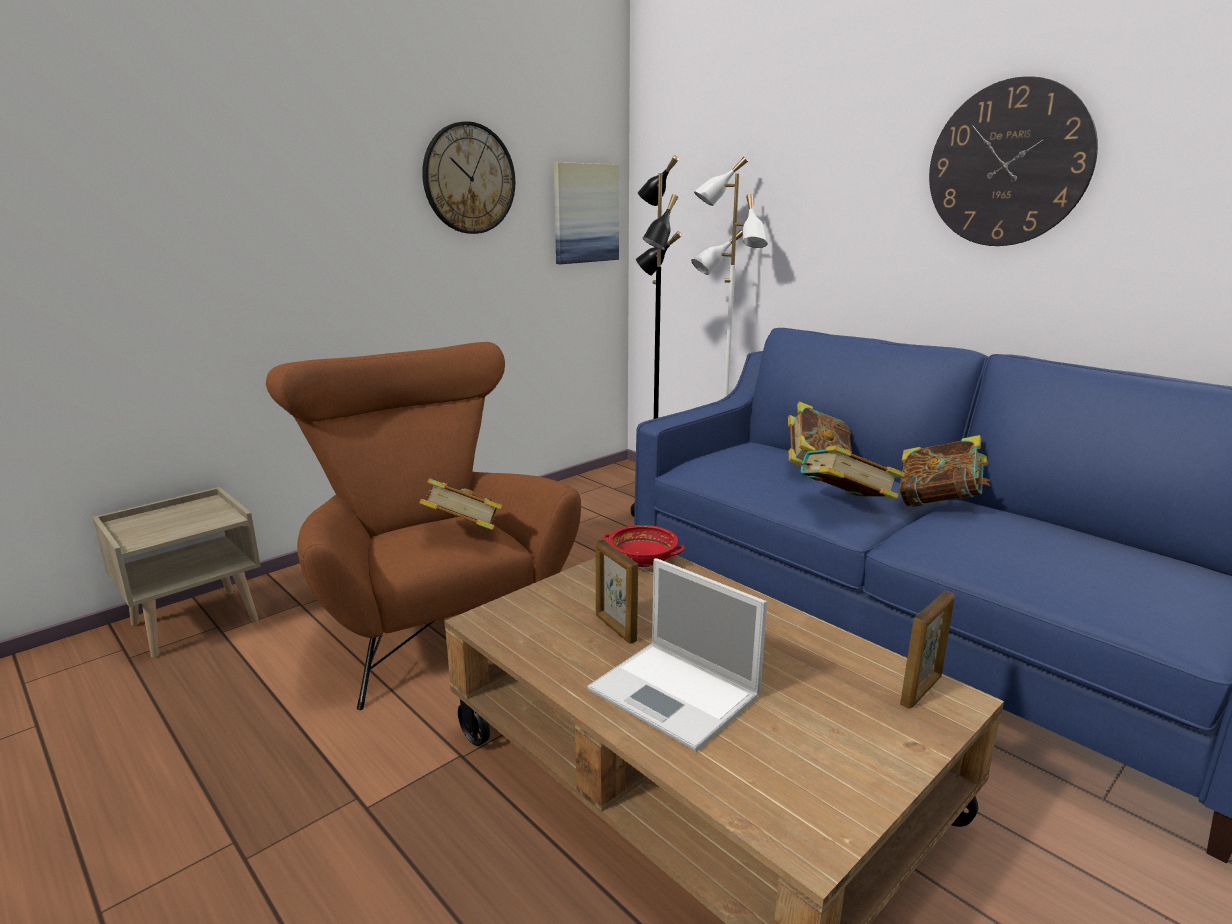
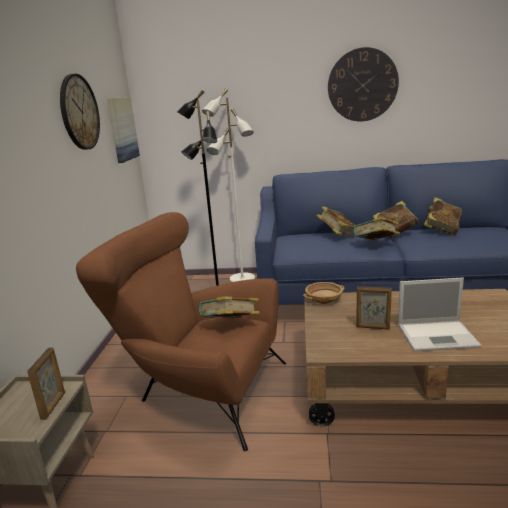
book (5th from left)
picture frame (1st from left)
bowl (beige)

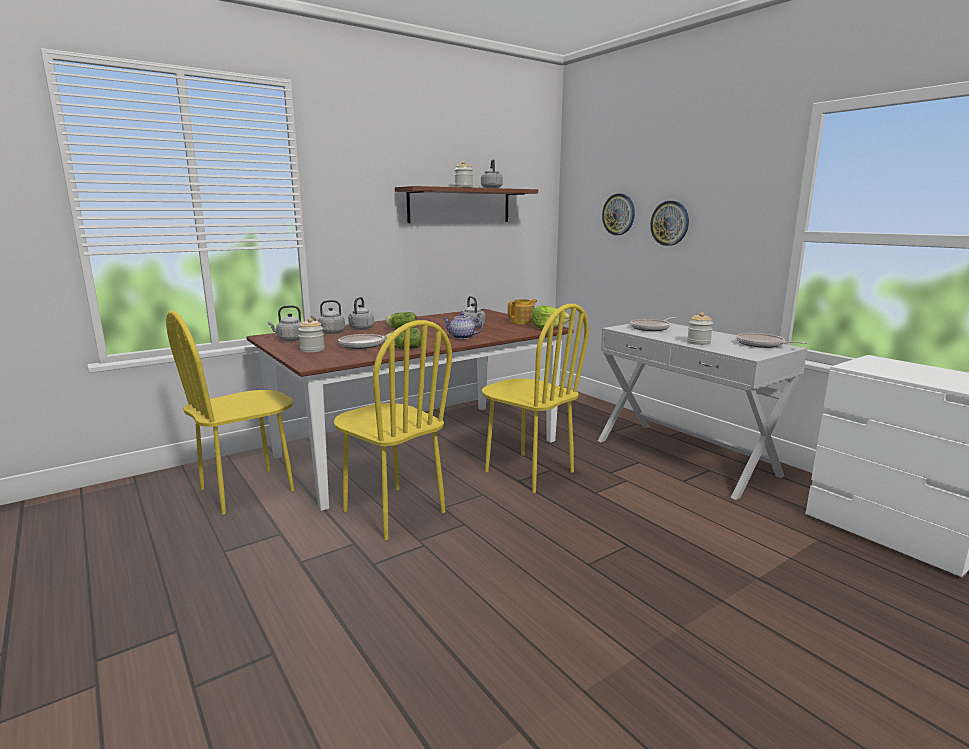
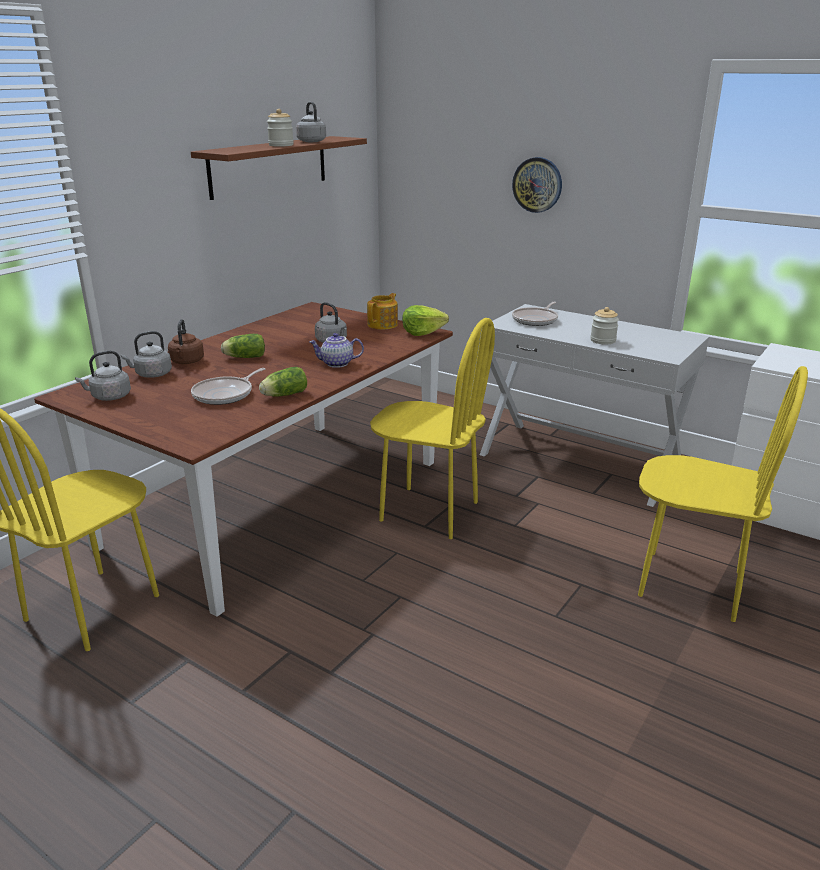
jar (1st from left in the first image)
wall clock (1st from left in the first image)
frying pan (3rd from left in the first image)
chair (yellow) (3rd from left)
kettle (brown)

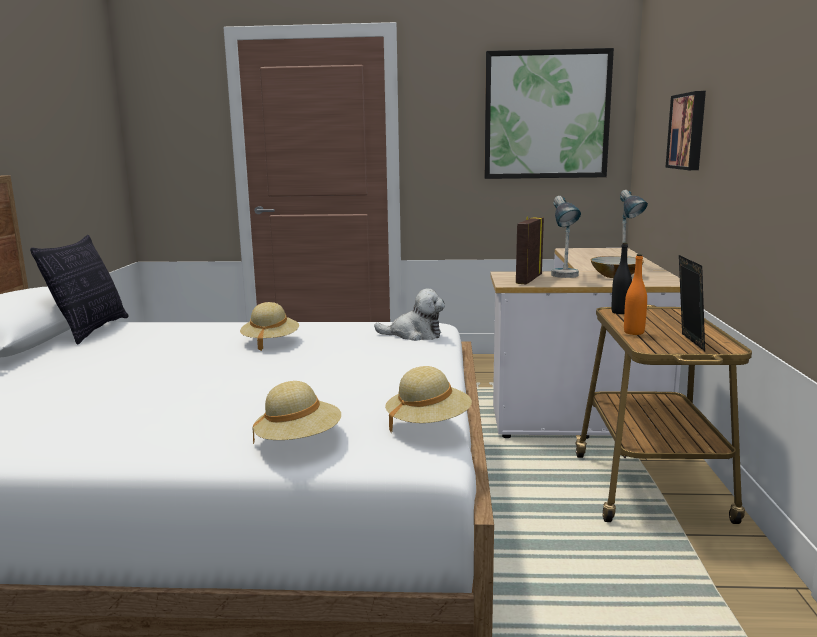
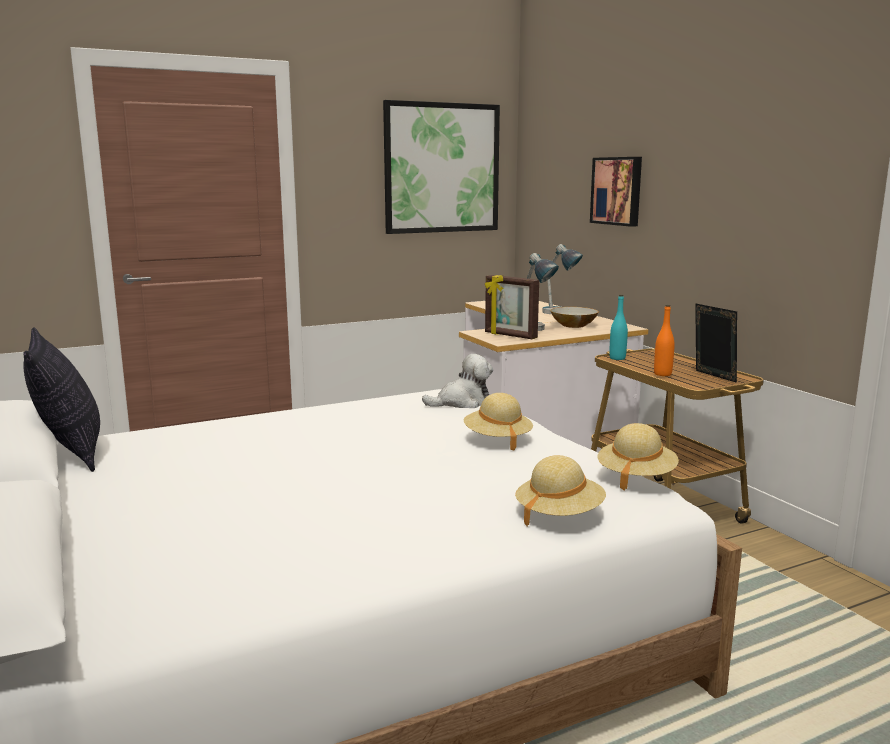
hat (beige) (1st from left)
bottle (turquoise)
picture frame (1st from left)

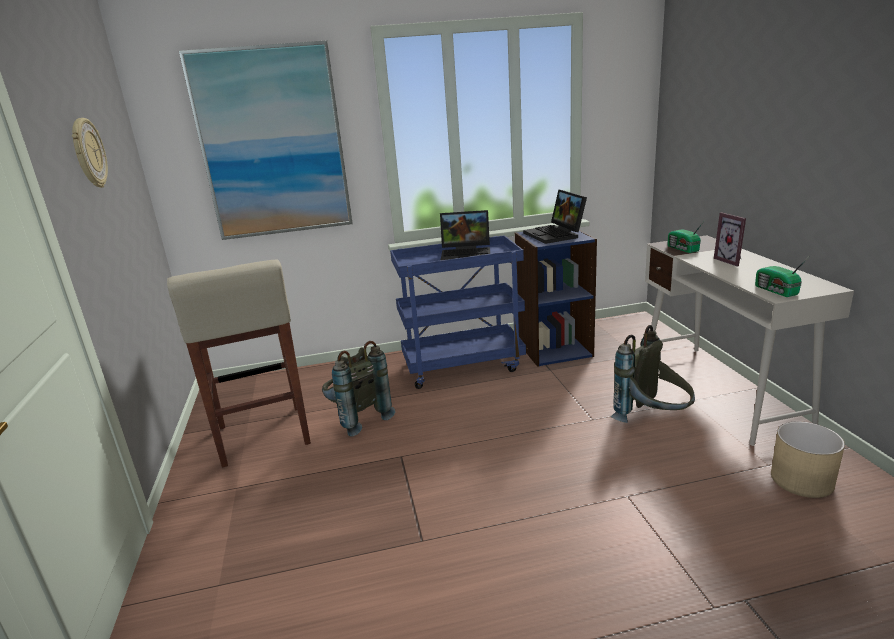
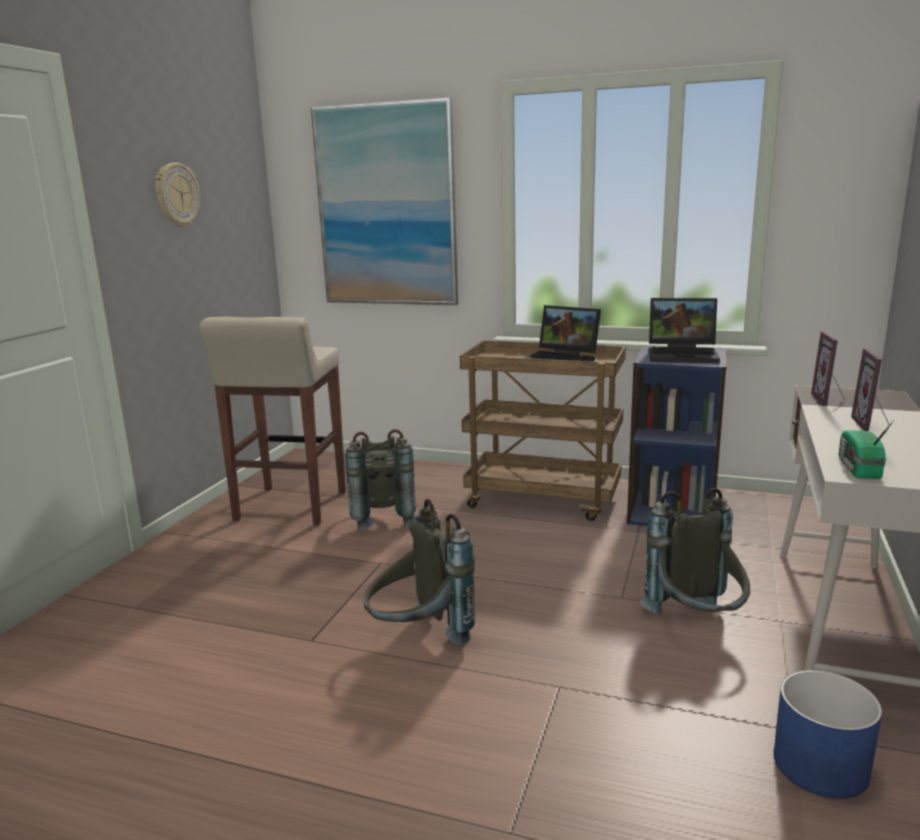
backpack (grey) (2nd from left)
picture frame (1st from left)
cart (brown)
planter (blue)
laptop (2nd from left)

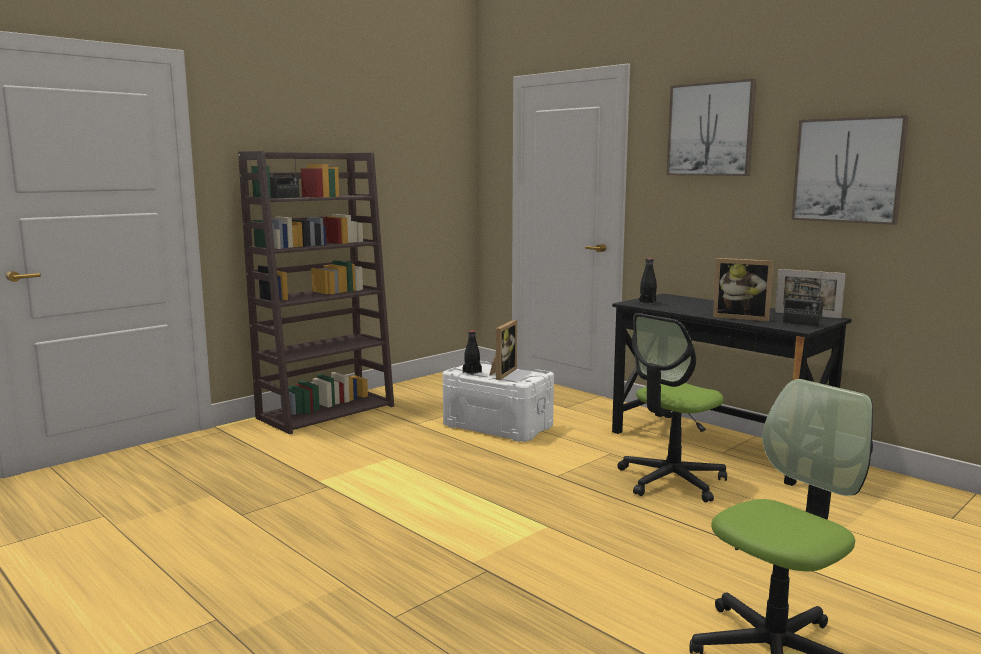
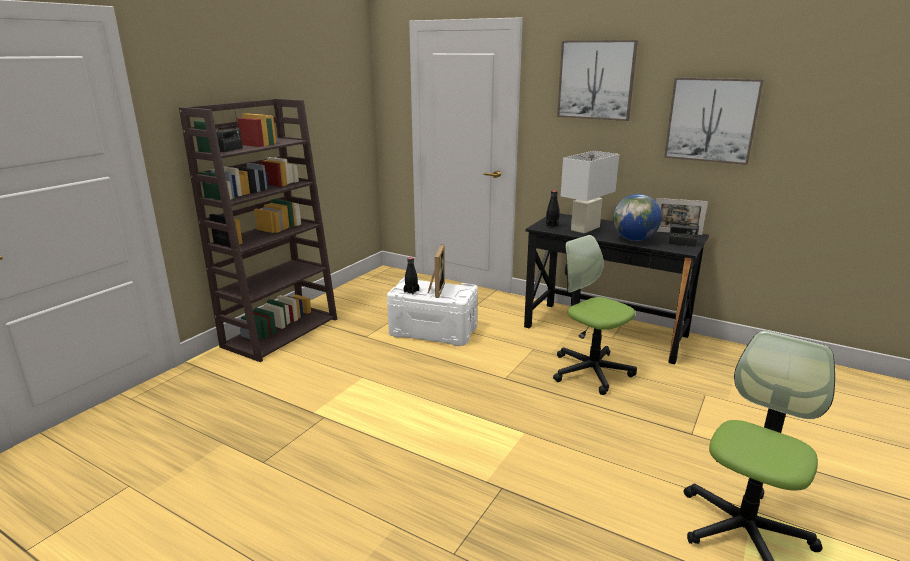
table lamp (white)
globe
office chair (1st from left)

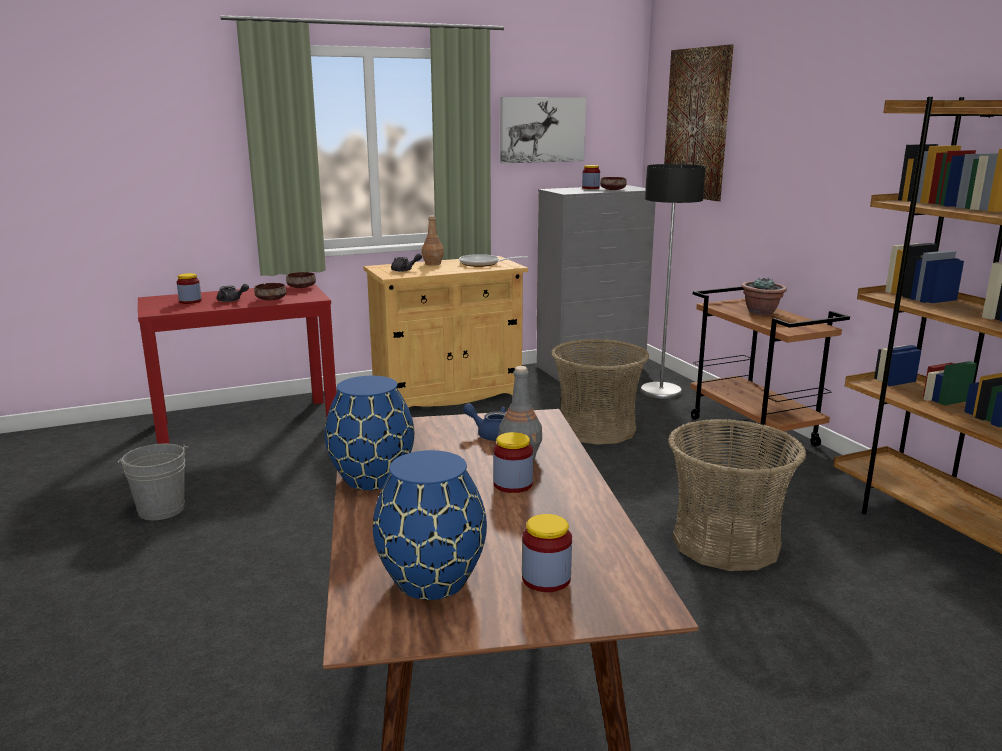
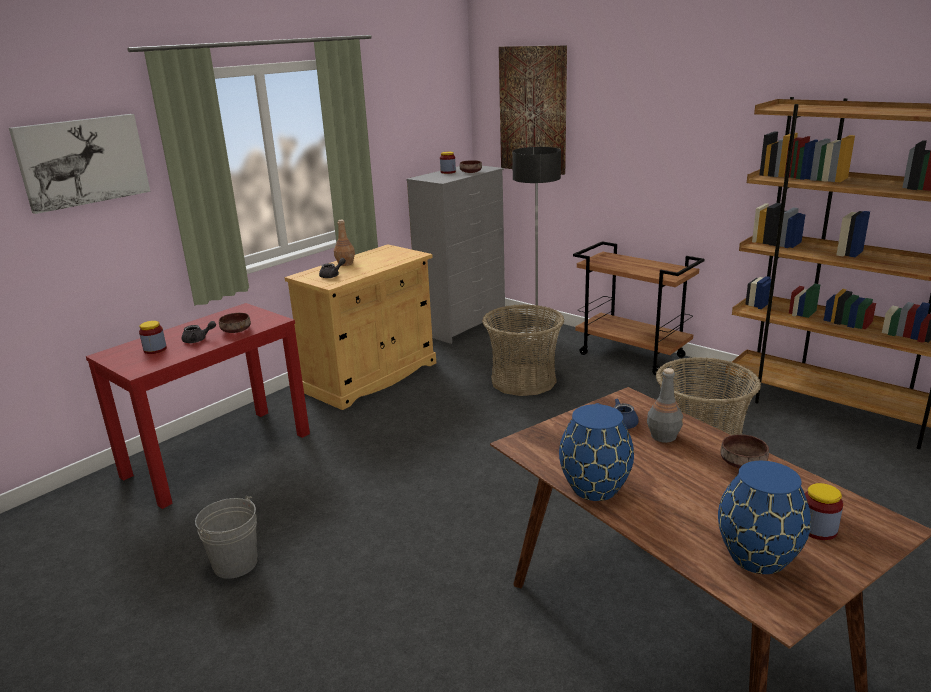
frying pan
jar (2nd from left in the first image)
potted plant
bowl (brown) (3rd from left)
picture (1st from left)

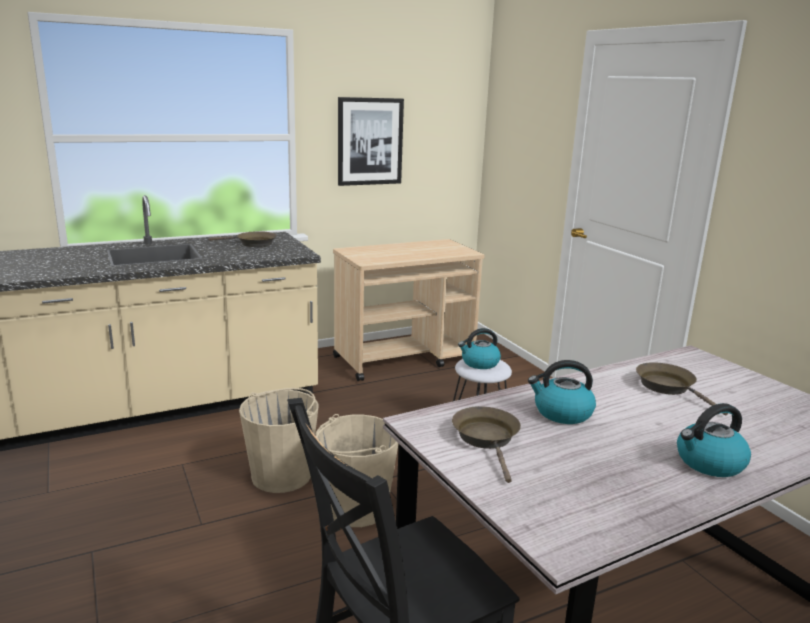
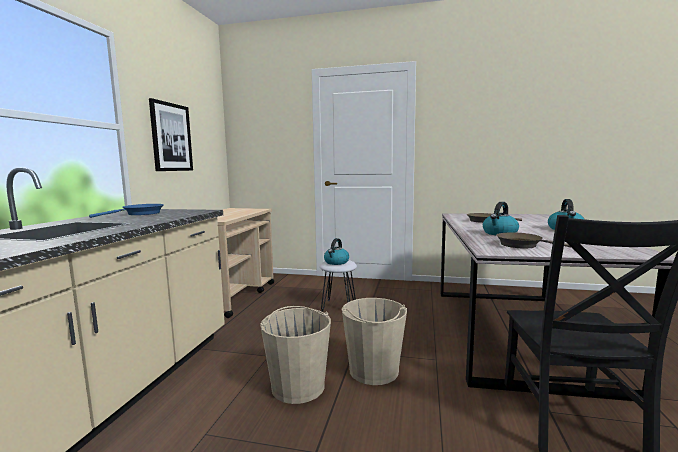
frying pan (blue)

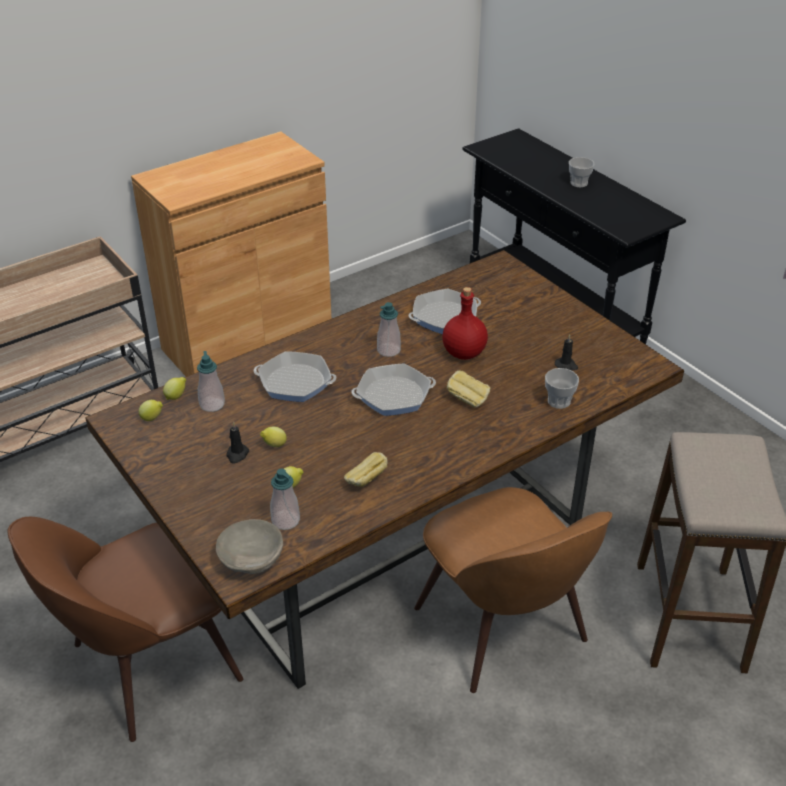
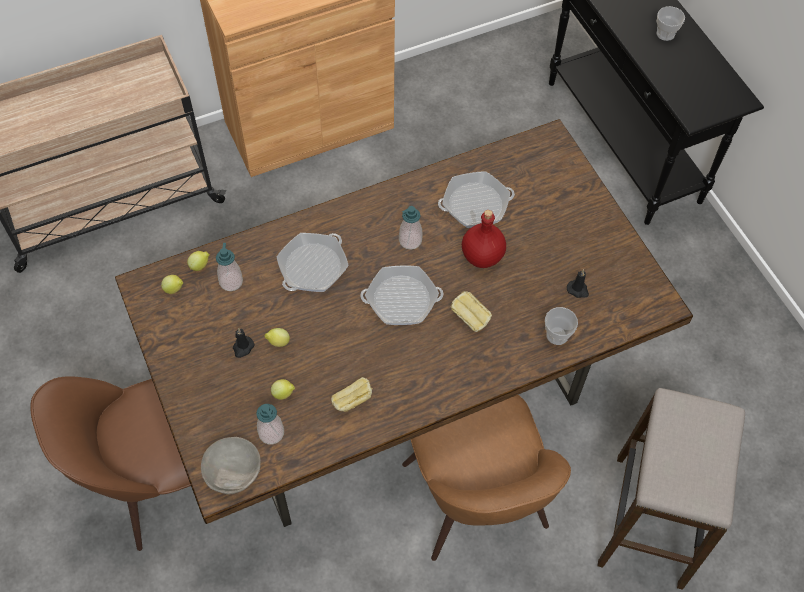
frying pan (1st from left)

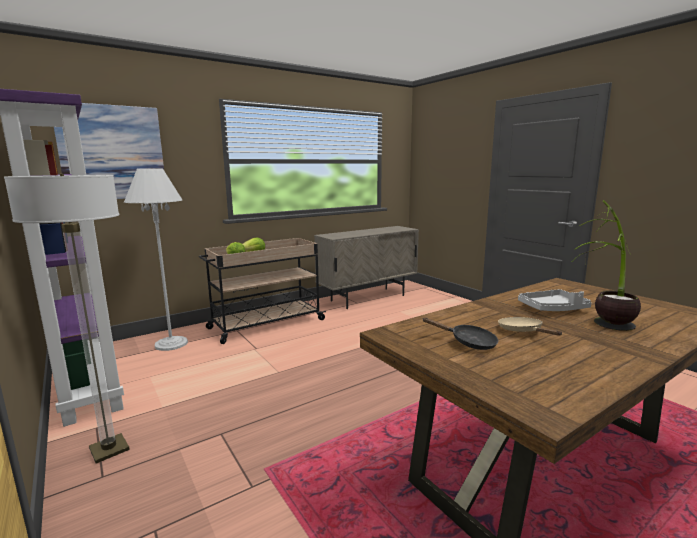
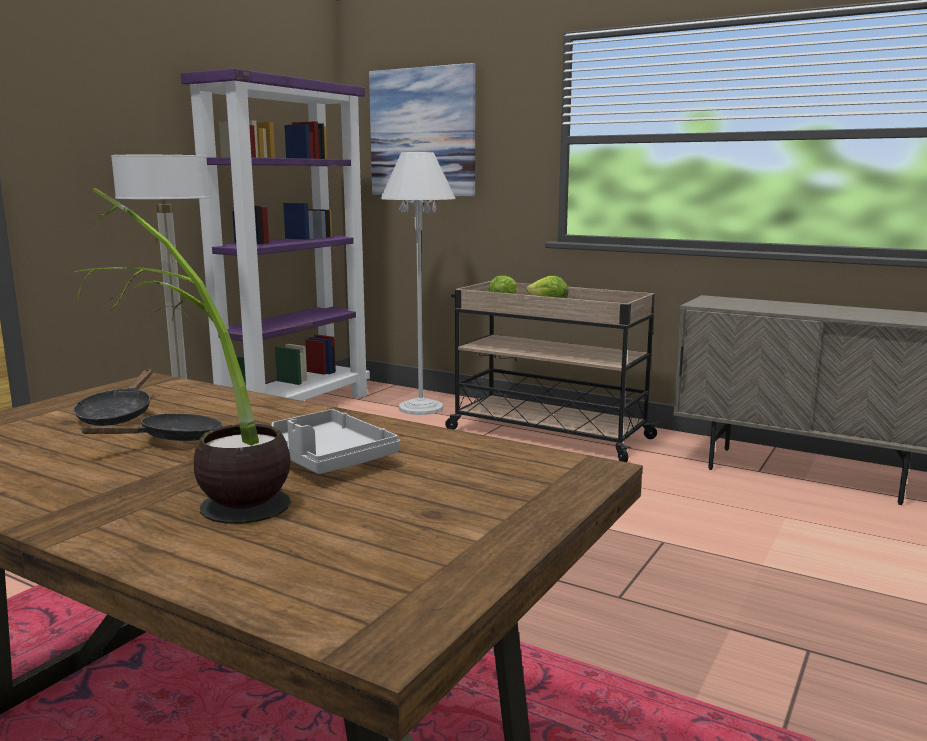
frying pan (black) (2nd from left)

